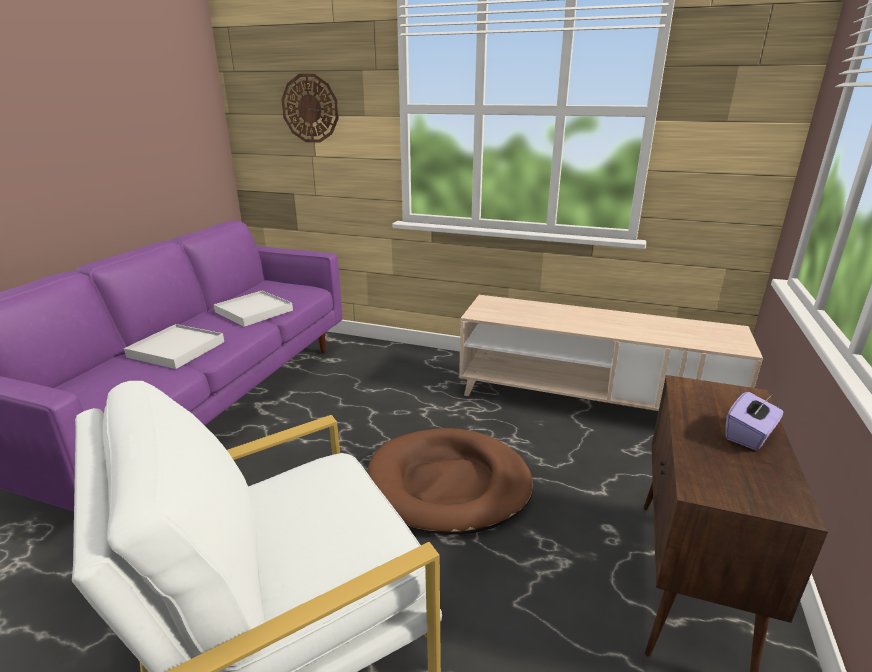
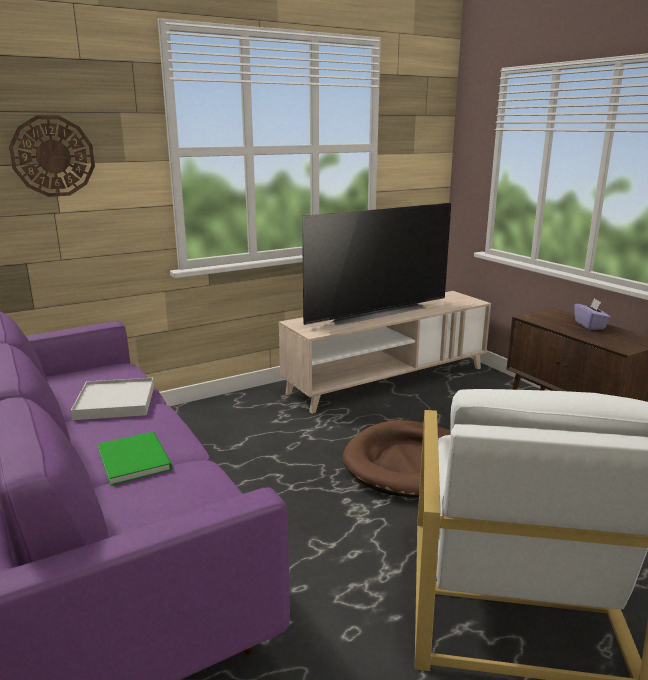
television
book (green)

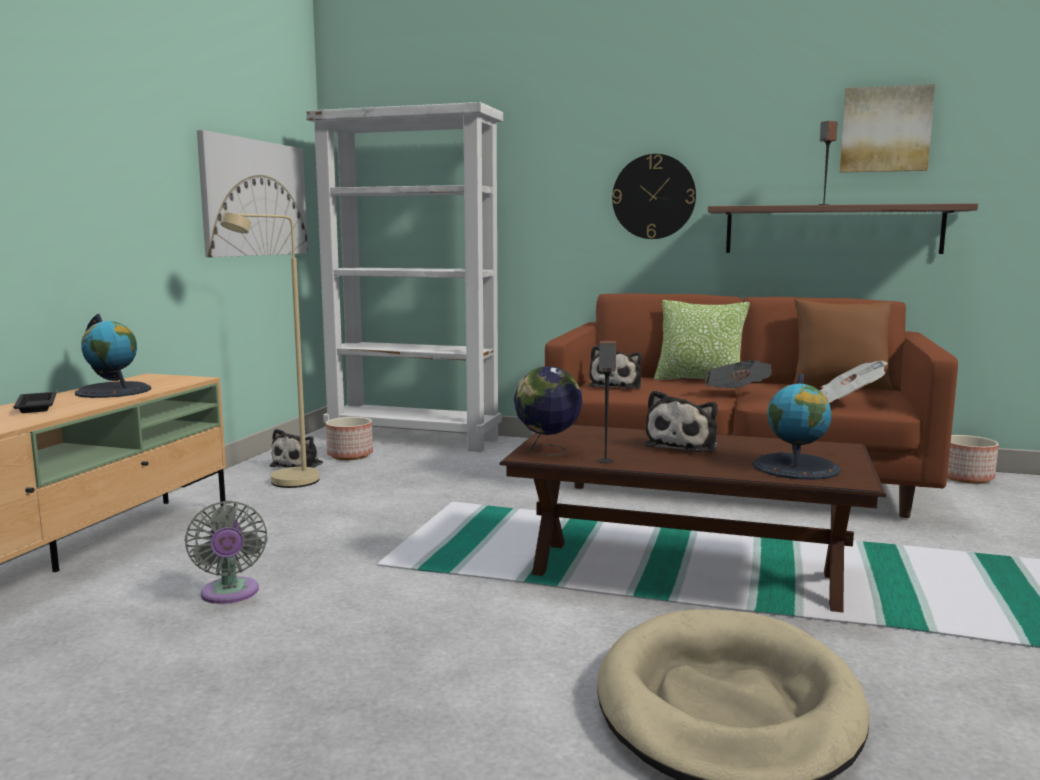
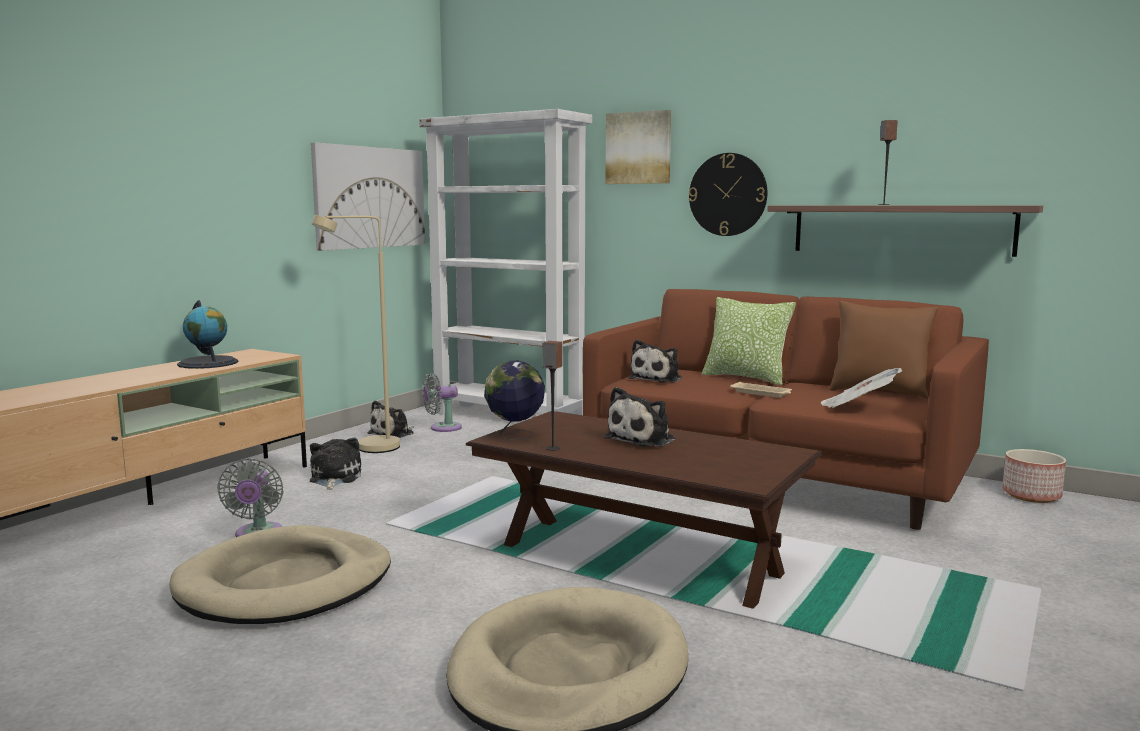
tray (black)
globe (3rd from left in the first image)
dog bed (beige) (1st from left)
plush toy (1st from left)
picture (2nd from left)
fan (grey) (2nd from left)
tray (beige)

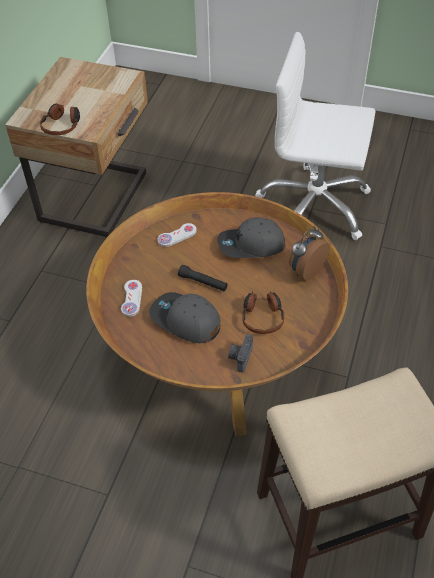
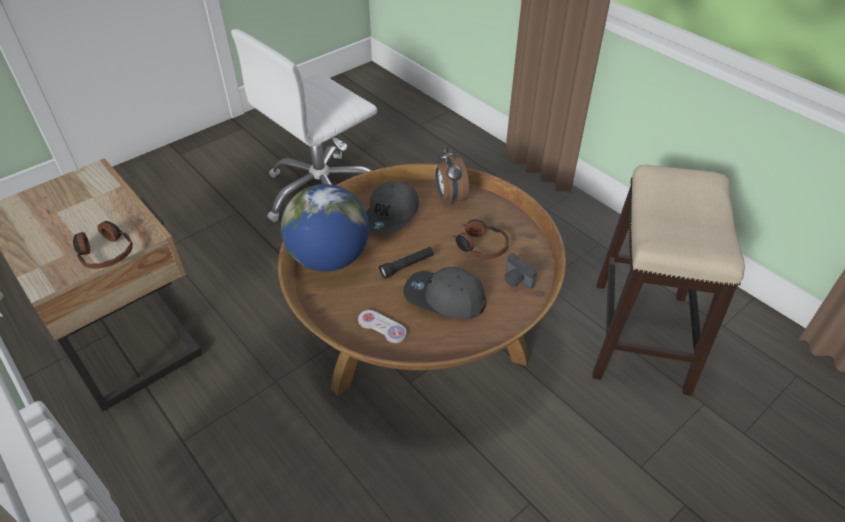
globe
cap (grey) (2nd from left)

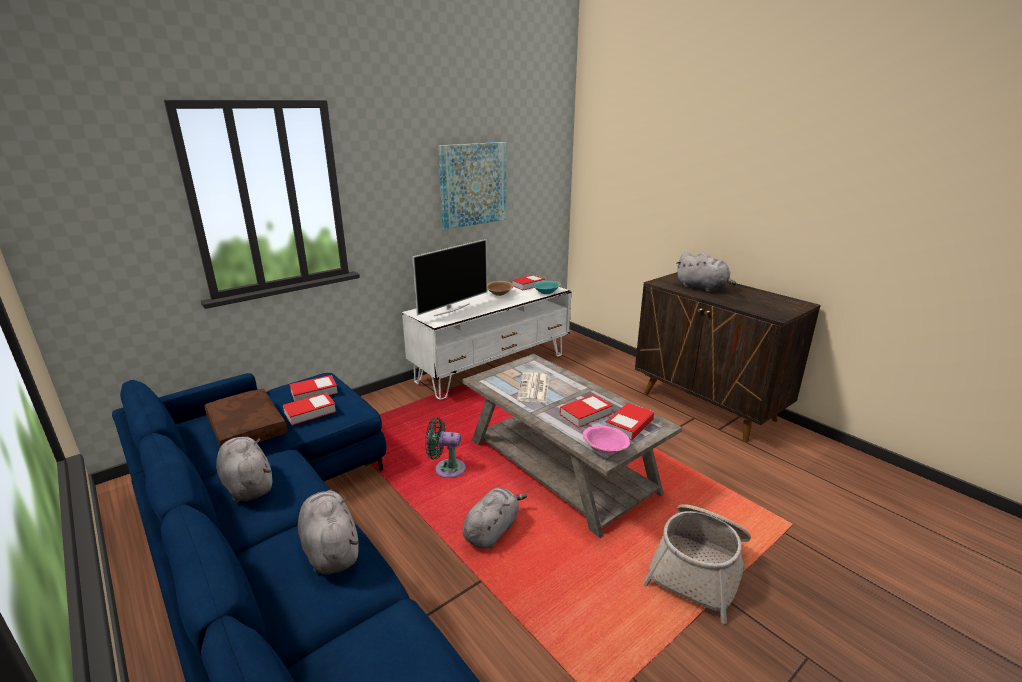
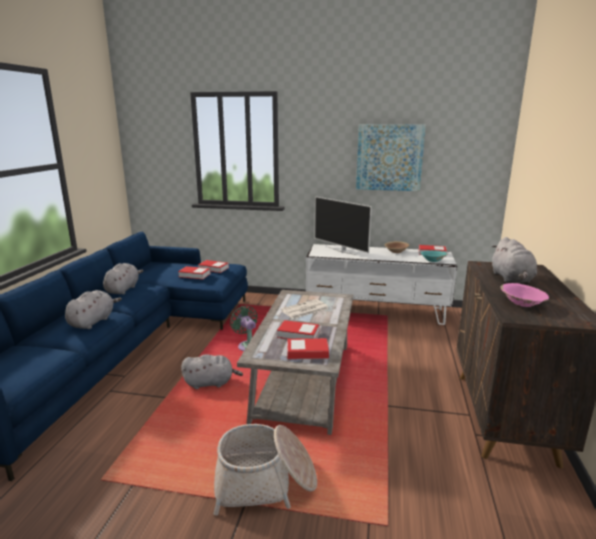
pillow (brown)
bowl (pink)
television

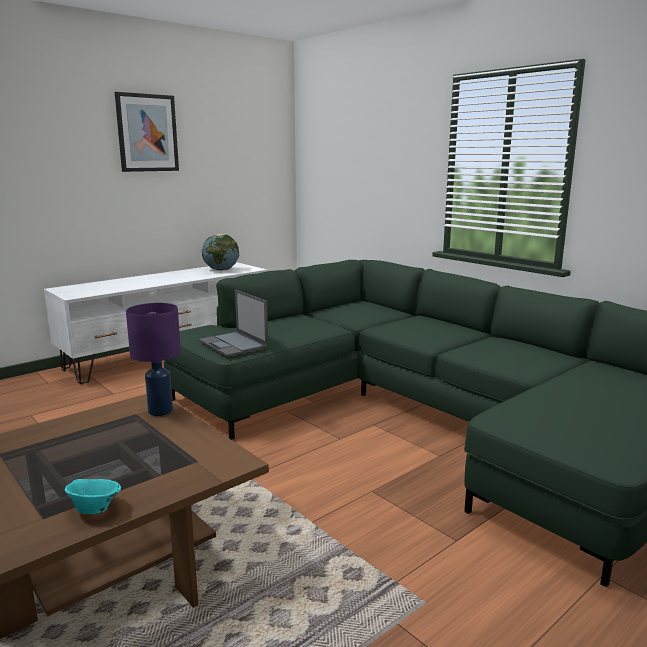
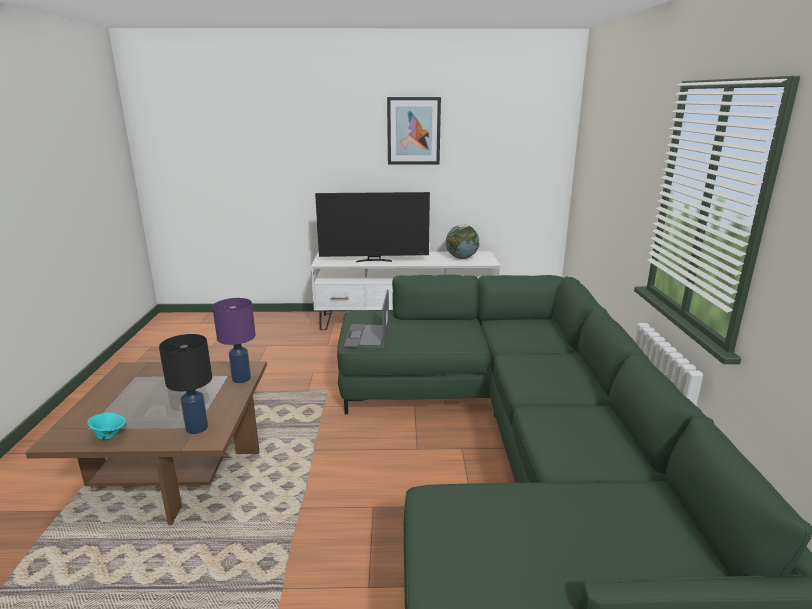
table lamp (black)
television

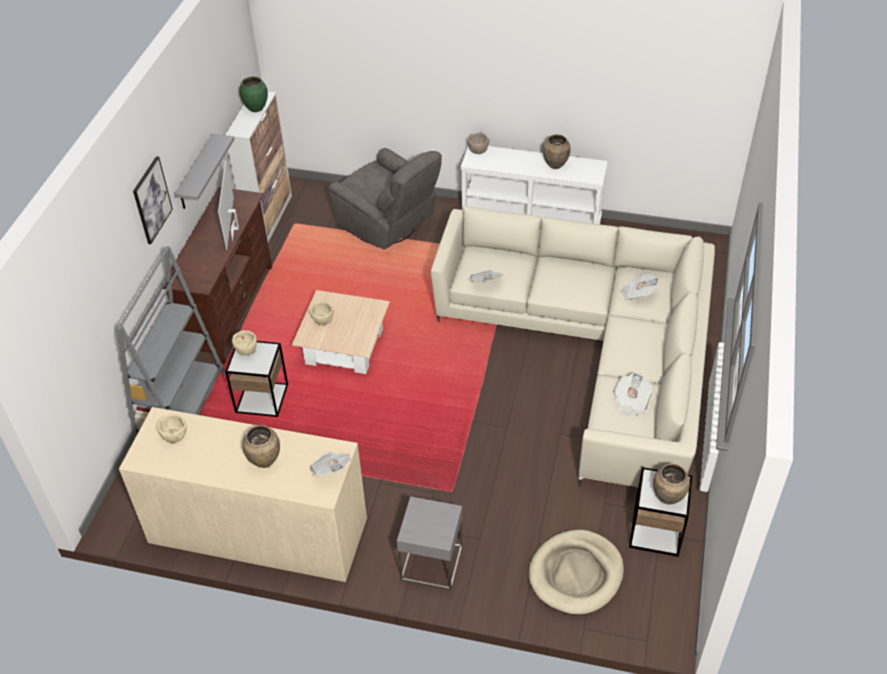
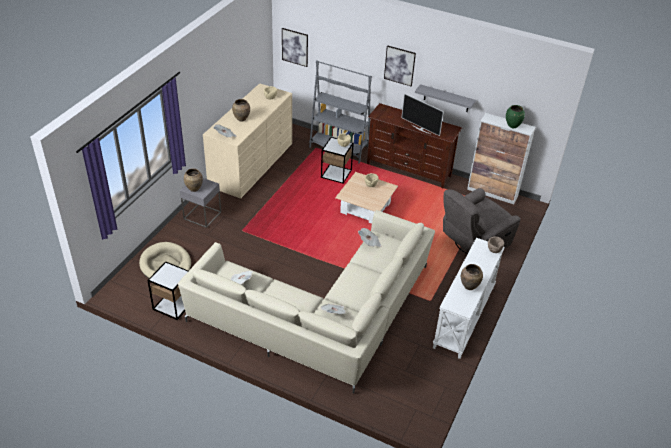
picture (1st from left)
vase (brown) (1st from left)
television

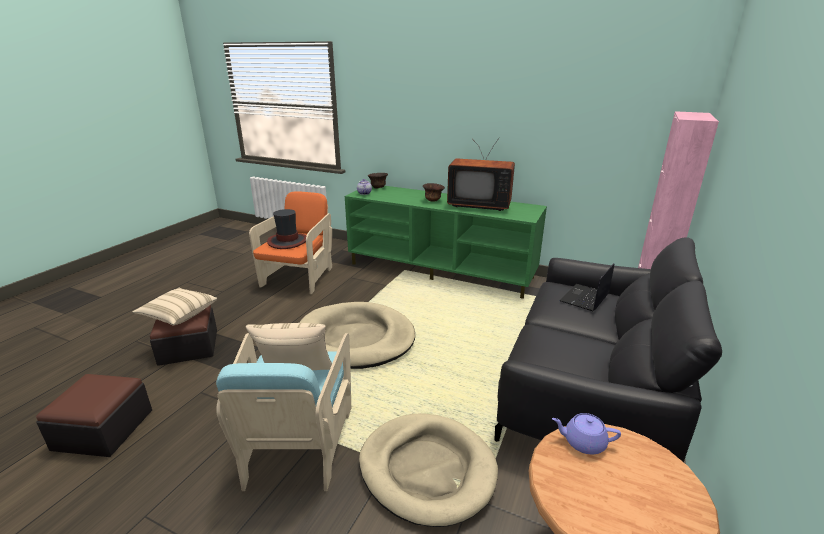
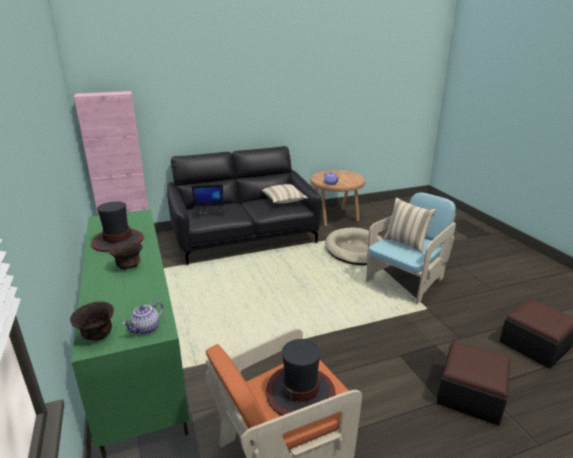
dog bed (beige) (1st from left in the first image)
pillow (beige) (1st from left)
hat (1st from left)

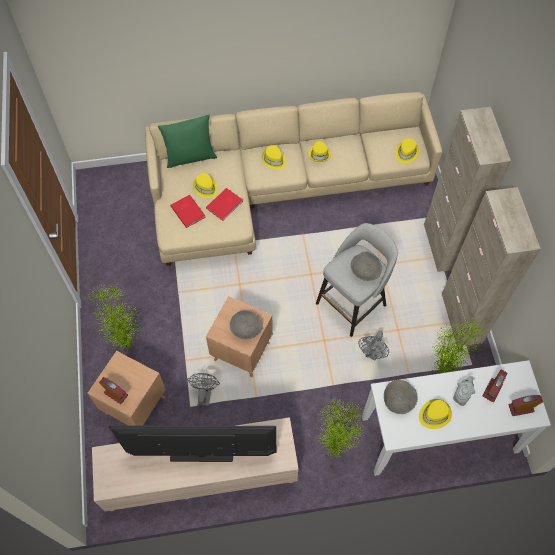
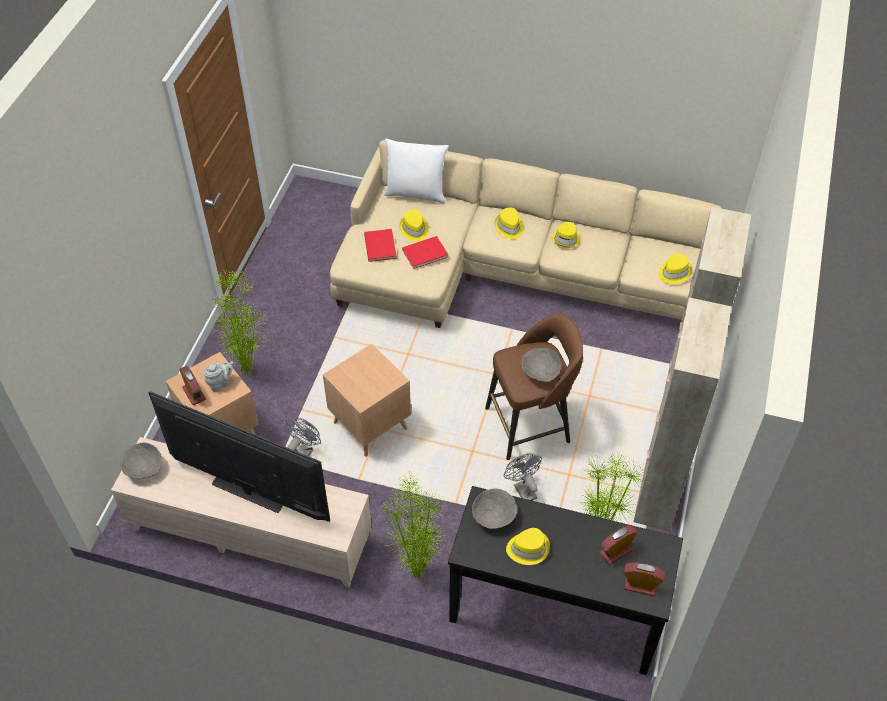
bowl (grey) (1st from left)
teapot (grey)
pillow (white)
stool (brown)
console table (black)
fan (grey) (2nd from left)

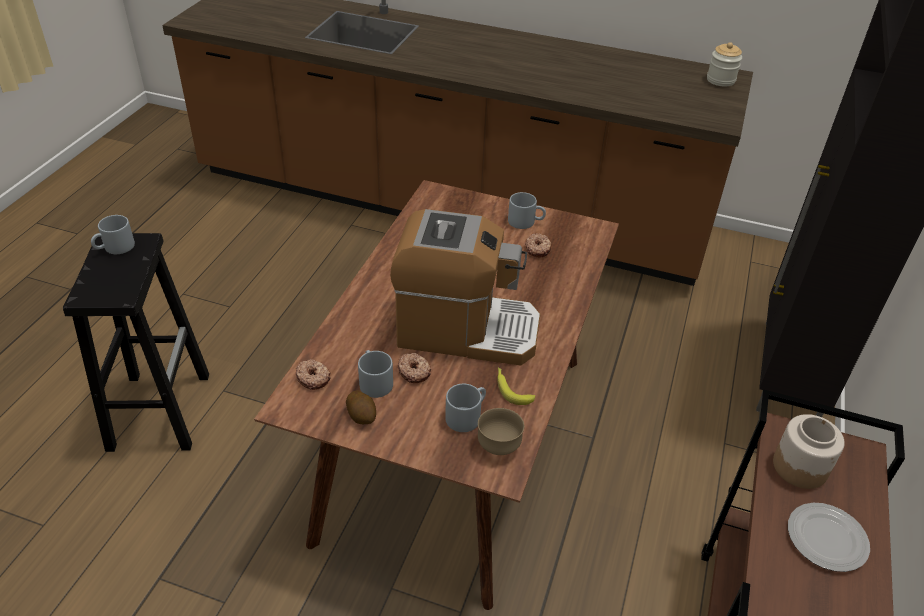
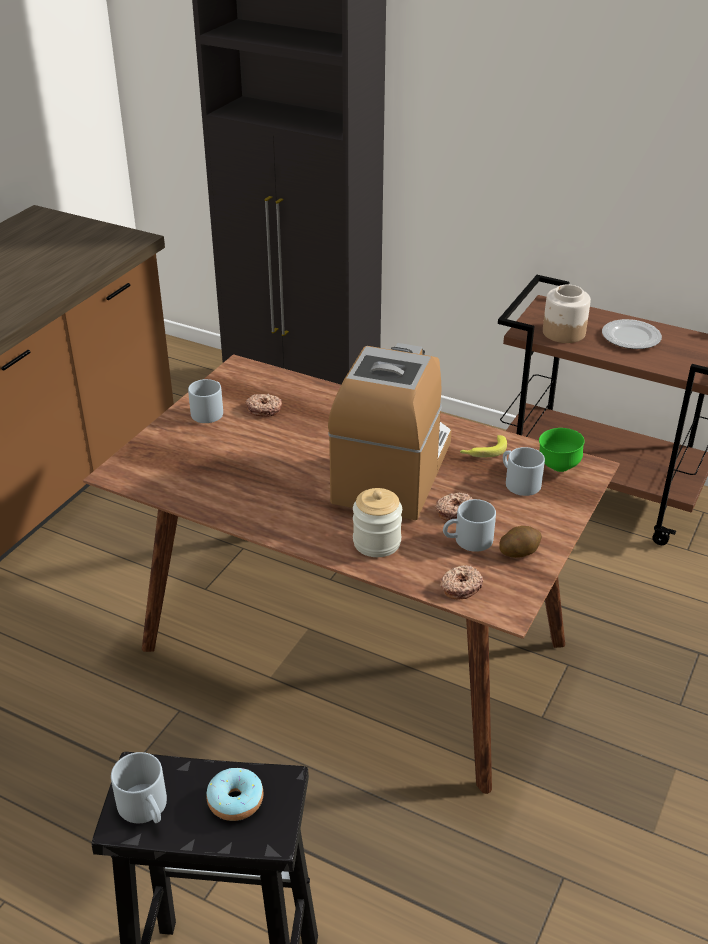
donut (1st from left)
jar (1st from left)
bowl (green)

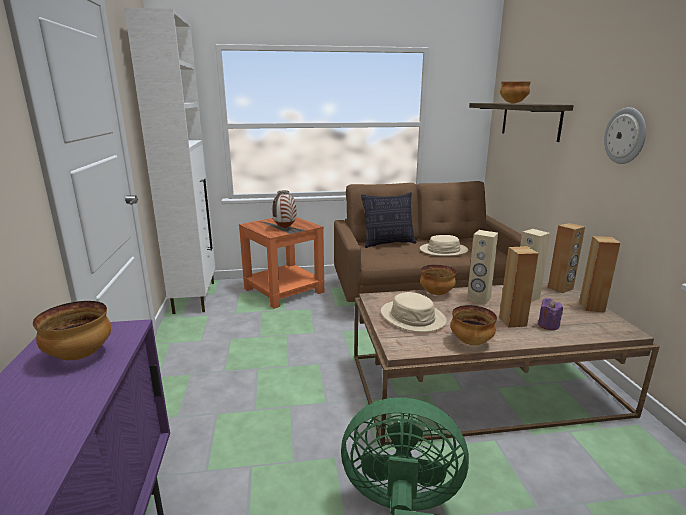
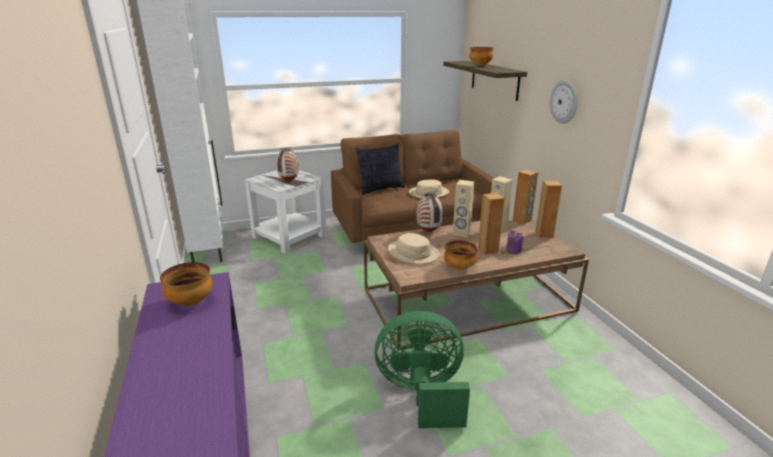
vase (2nd from left)
side table (white)

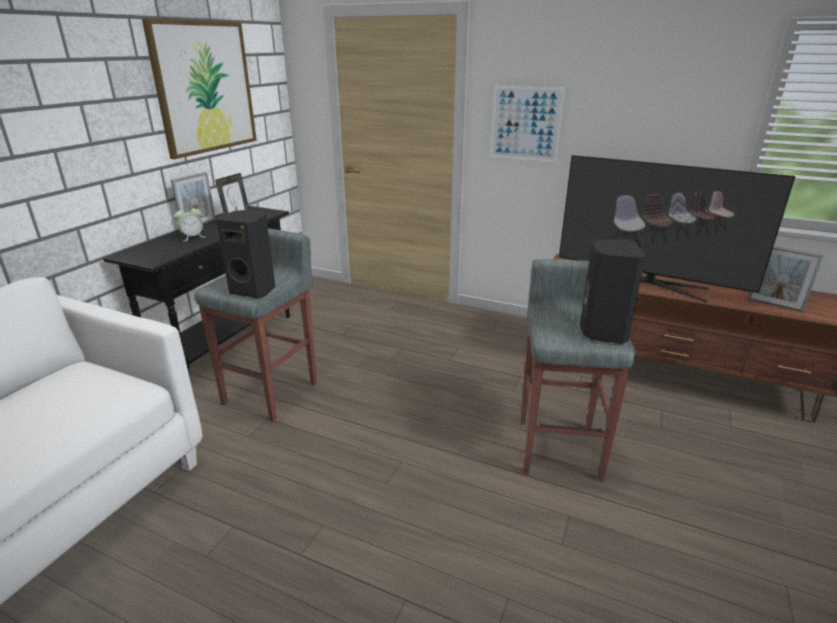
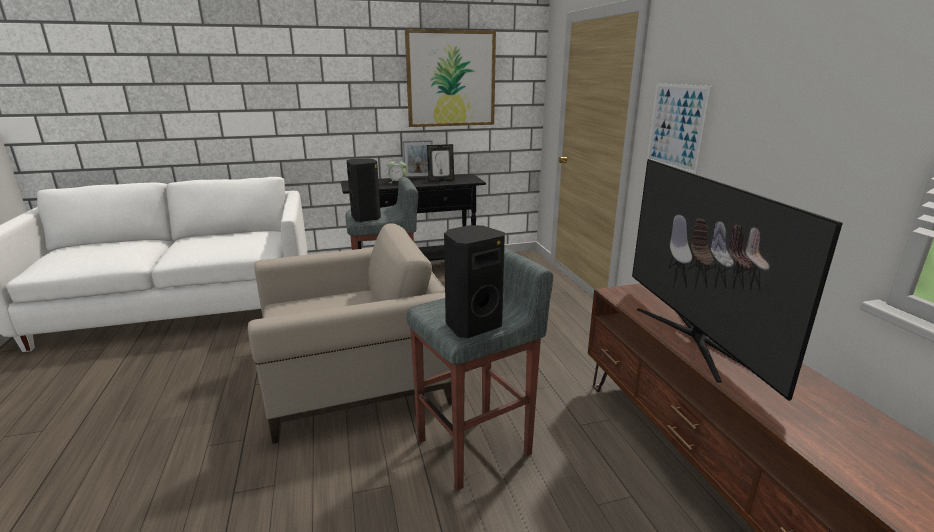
picture frame (3rd from left in the first image)
armchair (beige)

